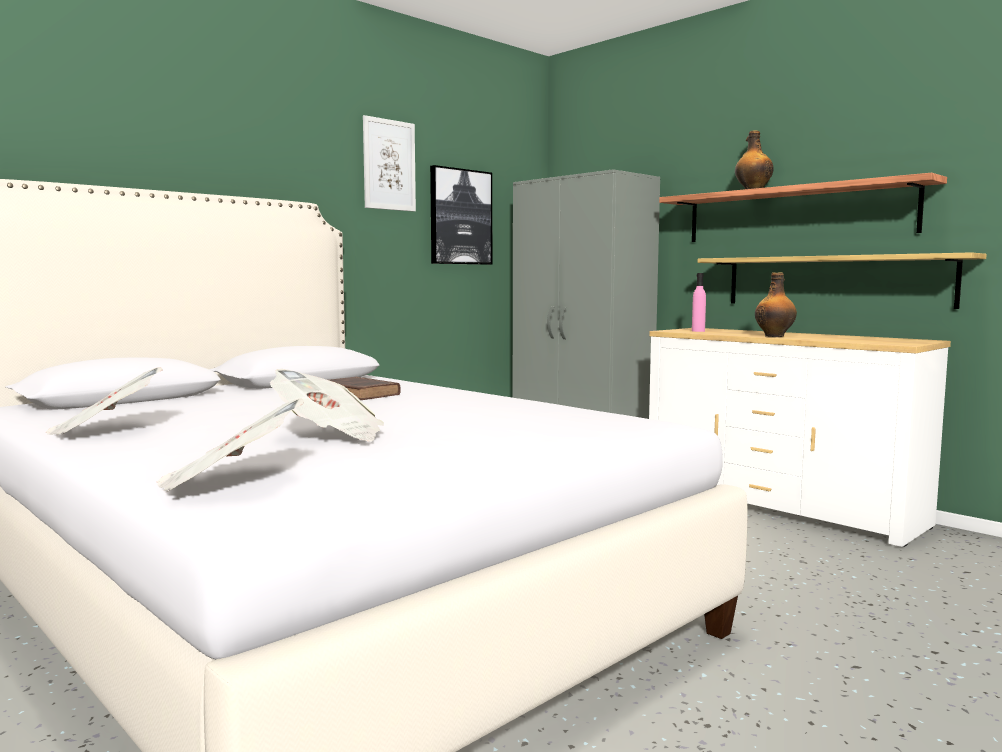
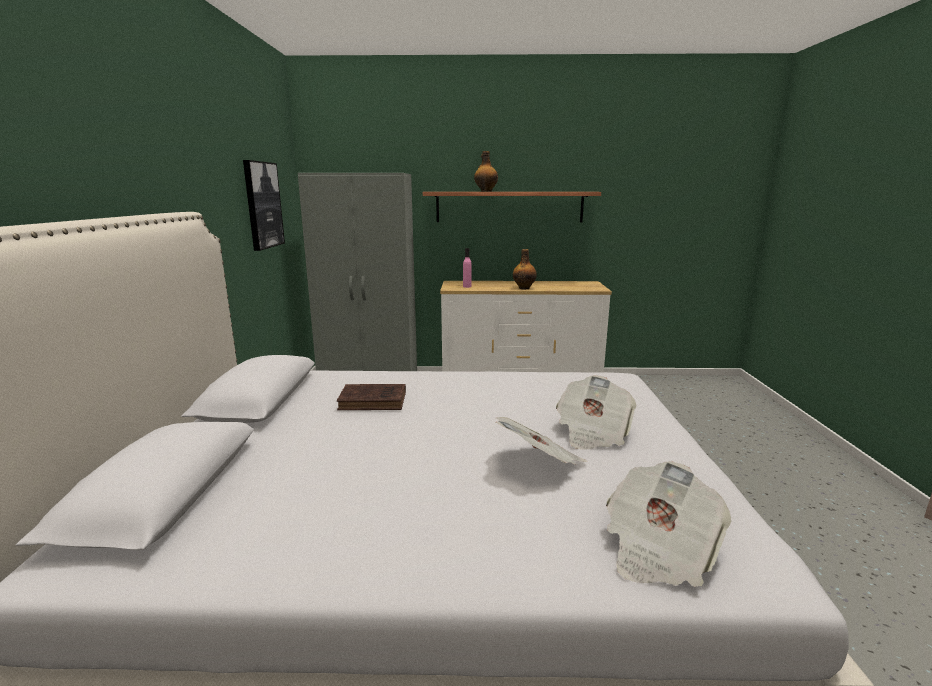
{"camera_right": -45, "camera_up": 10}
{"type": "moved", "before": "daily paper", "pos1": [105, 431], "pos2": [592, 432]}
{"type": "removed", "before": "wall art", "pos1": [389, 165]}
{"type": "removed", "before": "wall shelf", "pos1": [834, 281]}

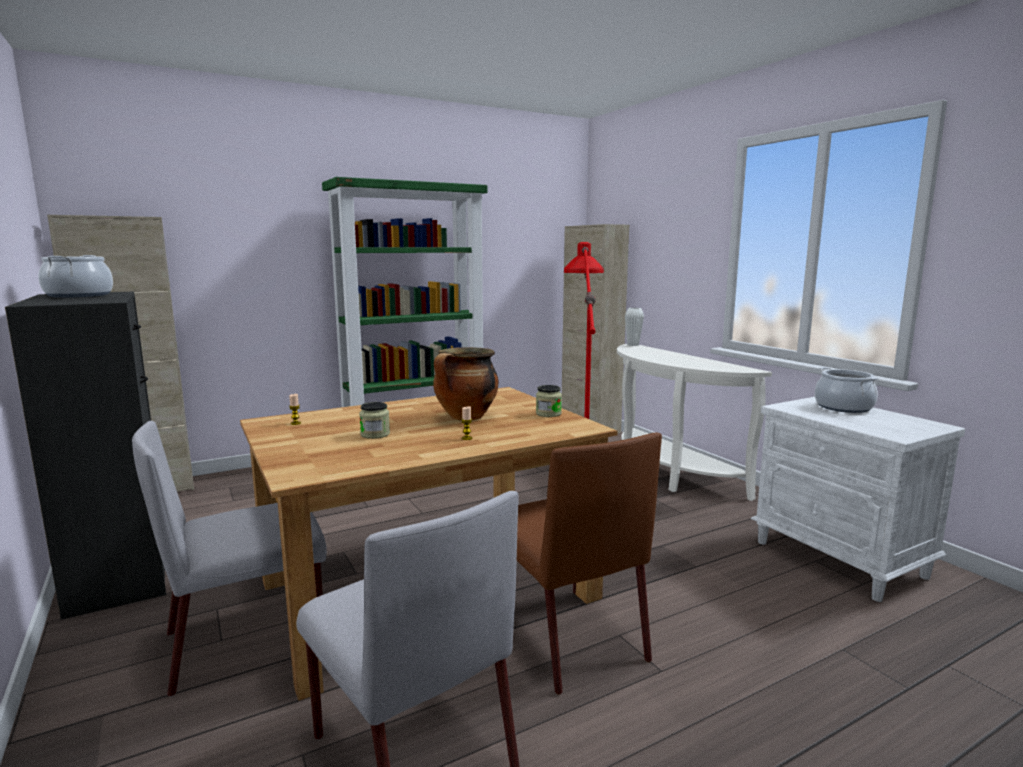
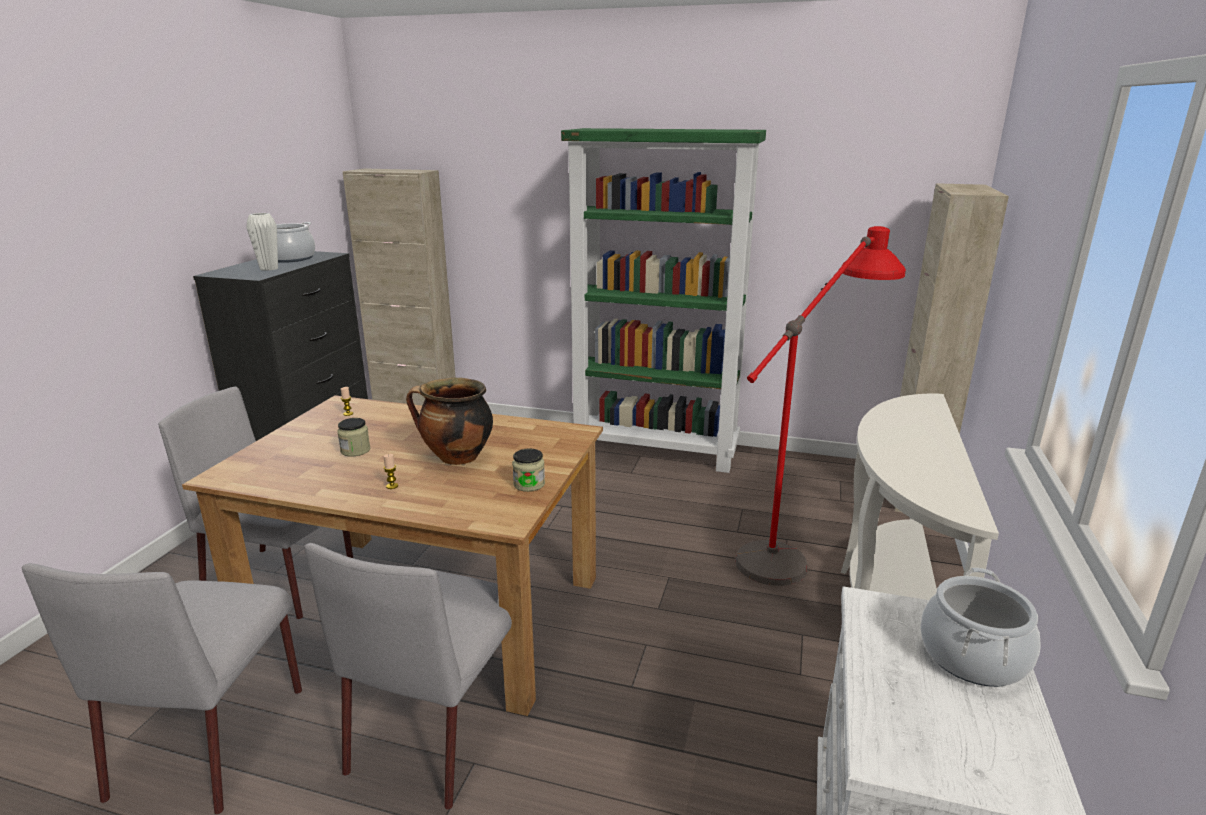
{"camera_right": 45, "camera_up": 10}
{"type": "moved", "before": "white-coloured vase", "pos1": [633, 345], "pos2": [269, 269]}
{"type": "recoloured", "before": "brown-coloured plain chair", "after": "gray plain chair", "pos1": [566, 635], "pos2": [439, 728]}

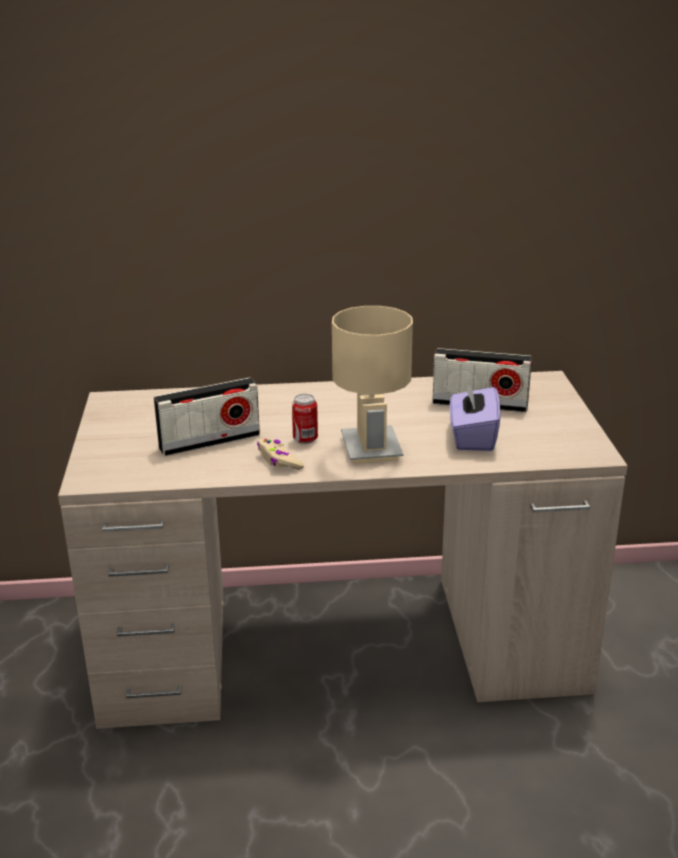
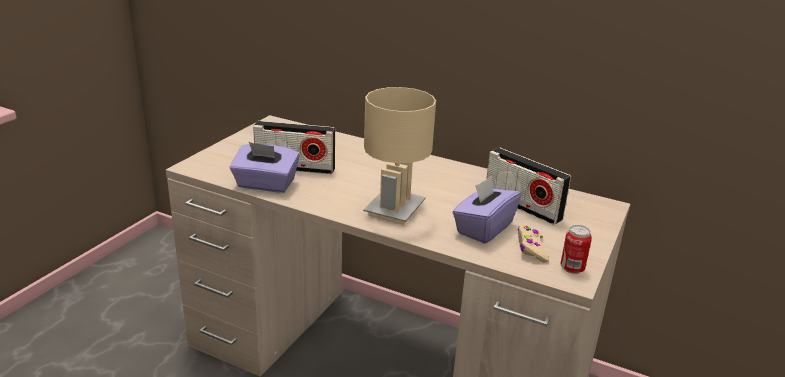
{"camera_right": 30, "camera_up": 0}
{"type": "added", "after": "purplish box of tissues", "pos2": [265, 184]}
{"type": "moved", "before": "beige joypad", "pos1": [279, 461], "pos2": [531, 248]}
{"type": "moved", "before": "sealed can", "pos1": [305, 439], "pos2": [572, 268]}

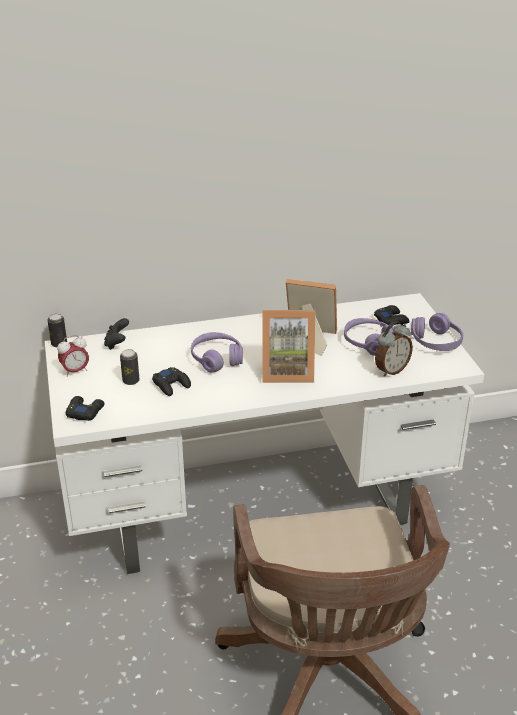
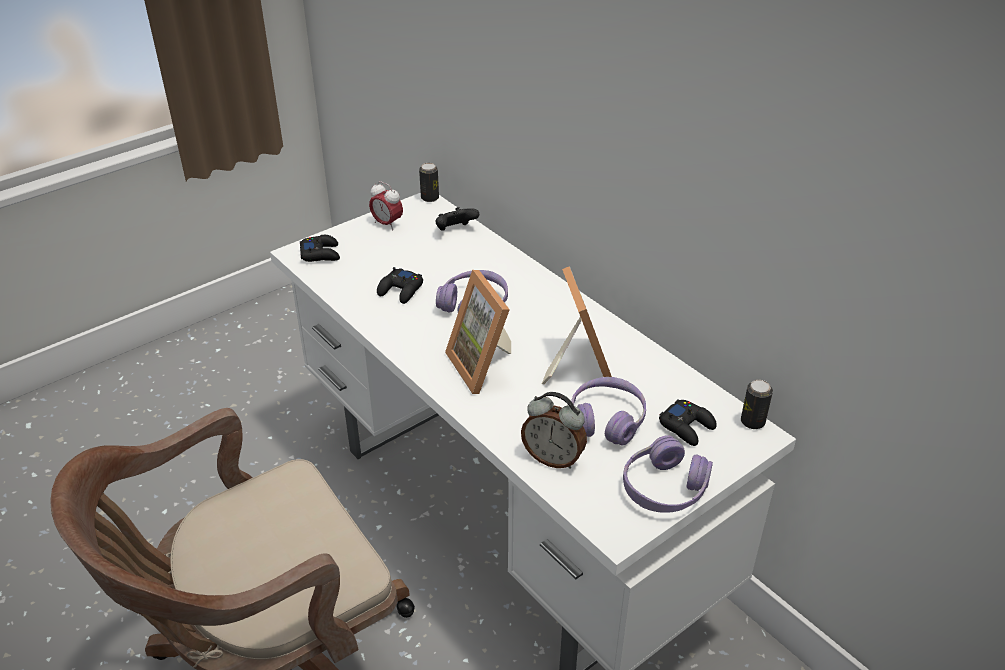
{"camera_right": 65, "camera_up": 5}
{"type": "moved", "before": "sealed can", "pos1": [131, 381], "pos2": [752, 422]}

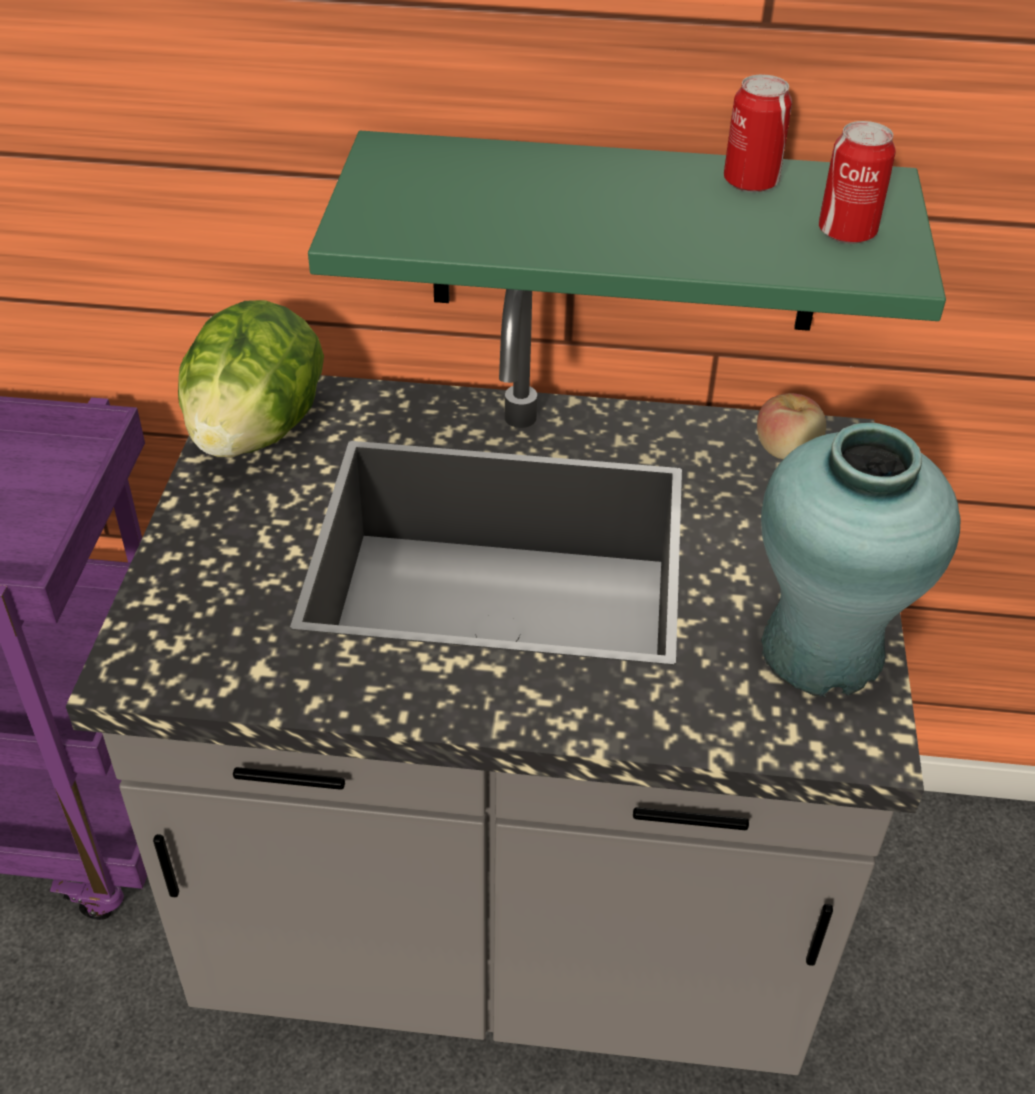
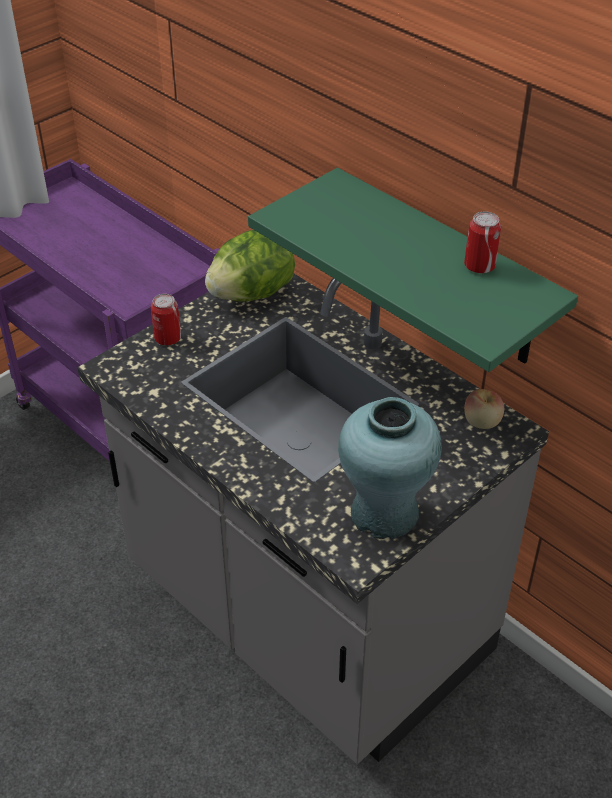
{"camera_right": 40, "camera_up": 0}
{"type": "moved", "before": "sealed can", "pos1": [846, 232], "pos2": [168, 338]}

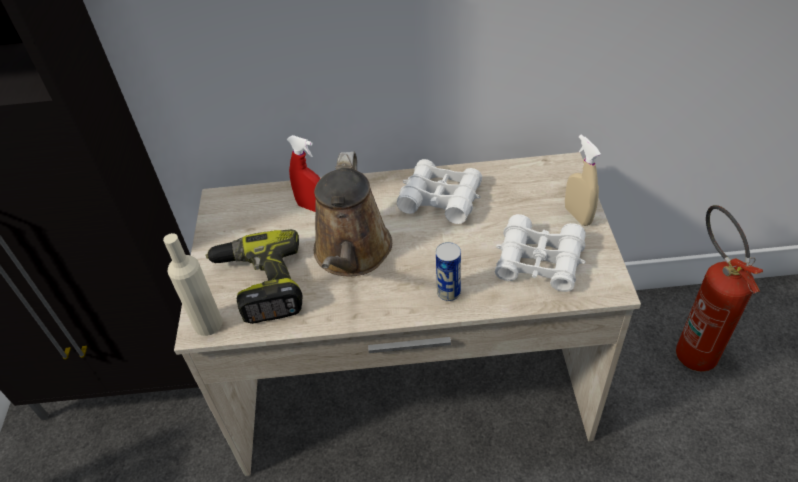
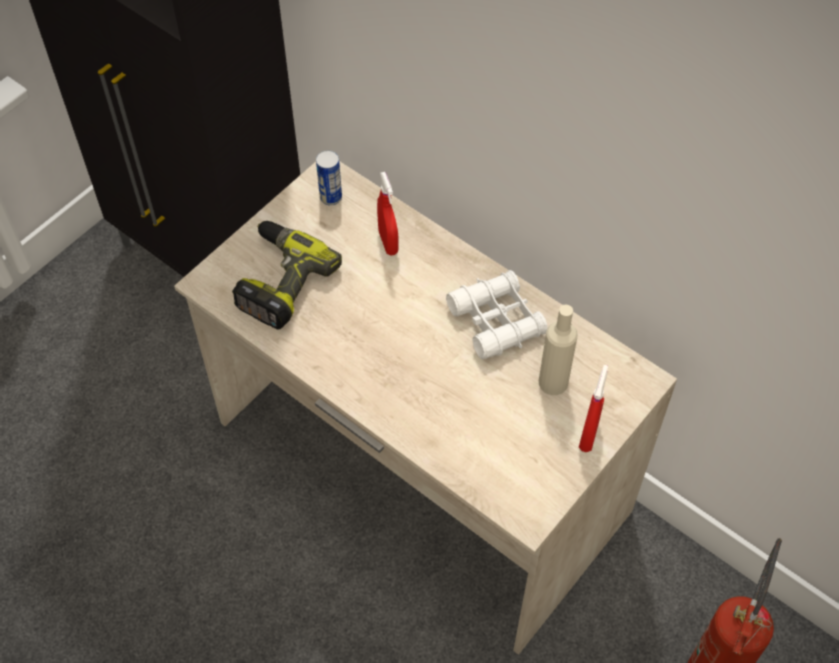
{"camera_right": 40, "camera_up": 10}
{"type": "moved", "before": "sealed can", "pos1": [448, 292], "pos2": [331, 197]}
{"type": "moved", "before": "beige bottle", "pos1": [208, 324], "pos2": [553, 382]}
{"type": "recoloured", "before": "beige sprayer", "after": "red sprayer", "pos1": [577, 215], "pos2": [588, 435]}
{"type": "removed", "before": "brown-coloured watering can", "pos1": [352, 254]}
{"type": "removed", "before": "white-coloured field glasses", "pos1": [539, 261]}

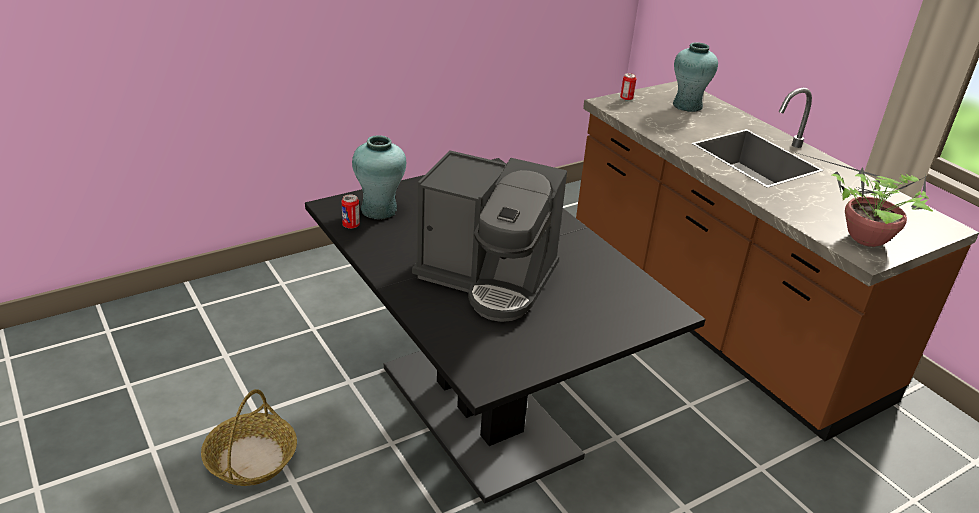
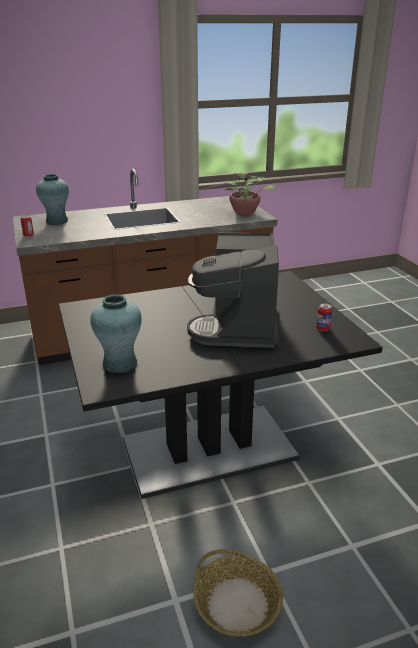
{"camera_right": -75, "camera_up": -5}
{"type": "turned", "before": "coffee brewer", "pos1": [488, 278], "pos2": [239, 327], "turn": 150}
{"type": "moved", "before": "sealed can", "pos1": [351, 225], "pos2": [322, 329]}

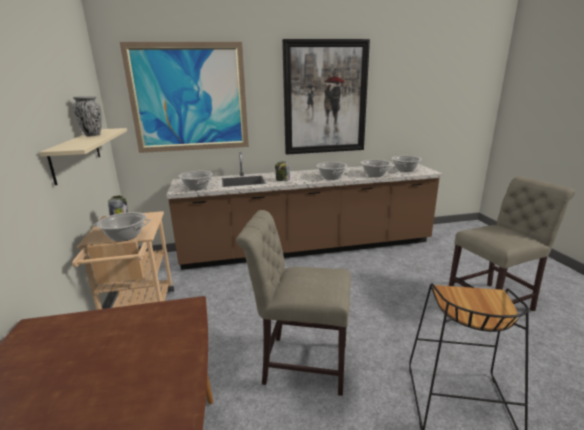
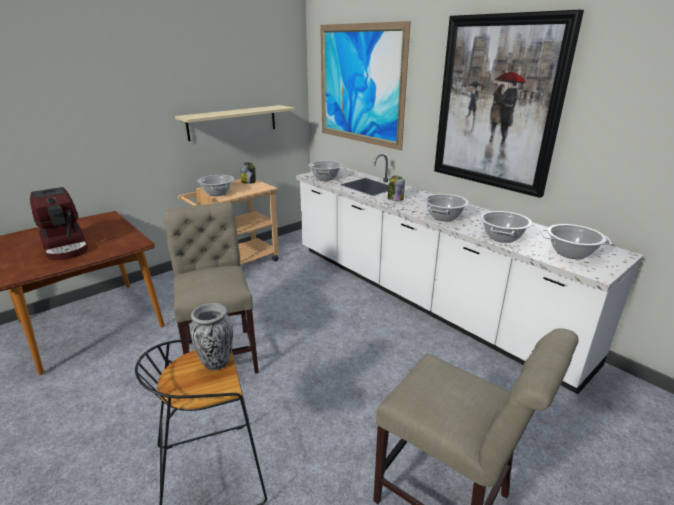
{"camera_right": 60, "camera_up": 5}
{"type": "added", "after": "coffee brewer", "pos2": [66, 247]}
{"type": "moved", "before": "vase", "pos1": [92, 135], "pos2": [216, 362]}
{"type": "recoloured", "before": "brown-coloured kitchen counter", "after": "white-coloured kitchen counter", "pos1": [308, 248], "pos2": [420, 298]}

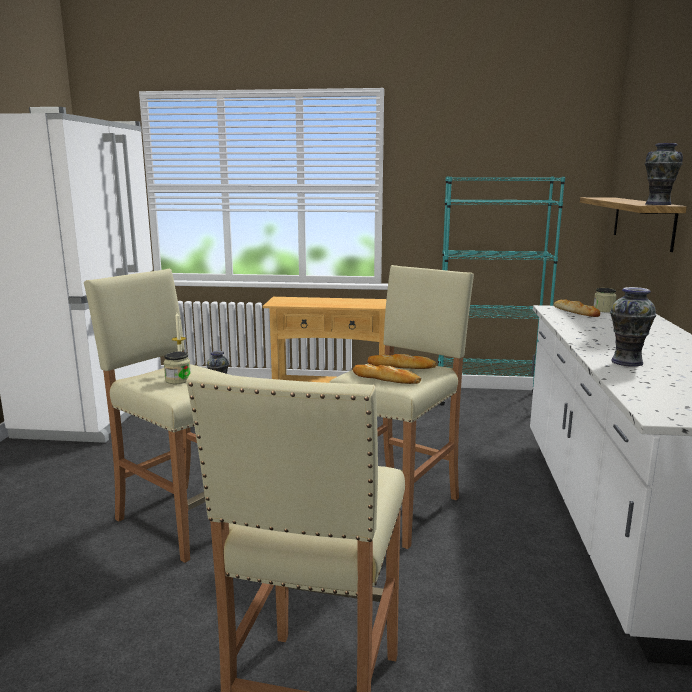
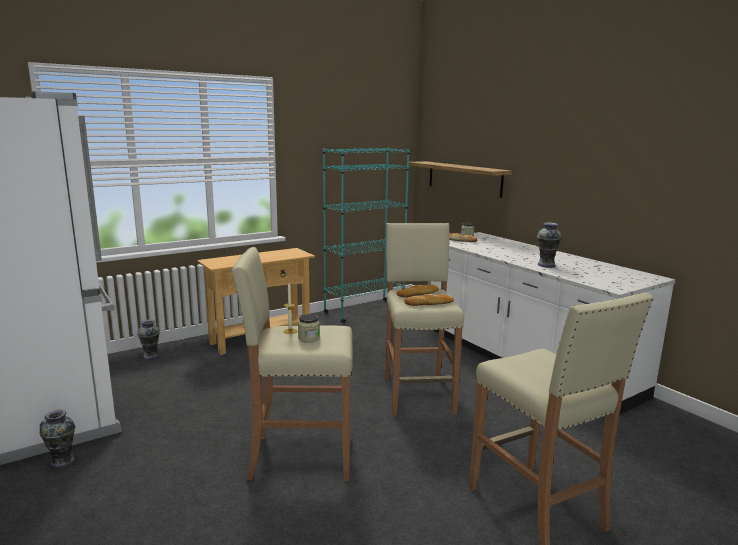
{"camera_right": -40, "camera_up": 0}
{"type": "moved", "before": "vase", "pos1": [658, 204], "pos2": [62, 462]}

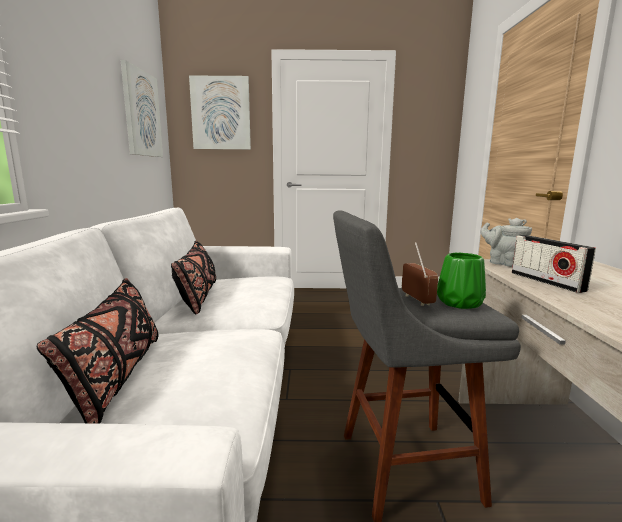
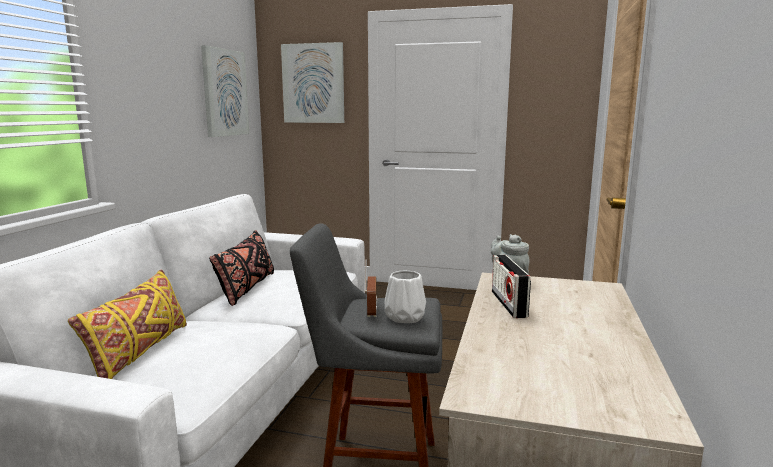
{"camera_right": 15, "camera_up": 0}
{"type": "recoloured", "before": "blackish pillow", "after": "yellow-coloured pillow", "pos1": [117, 376], "pos2": [139, 352]}
{"type": "recoloured", "before": "green vase", "after": "white-coloured vase", "pos1": [460, 303], "pos2": [406, 317]}

